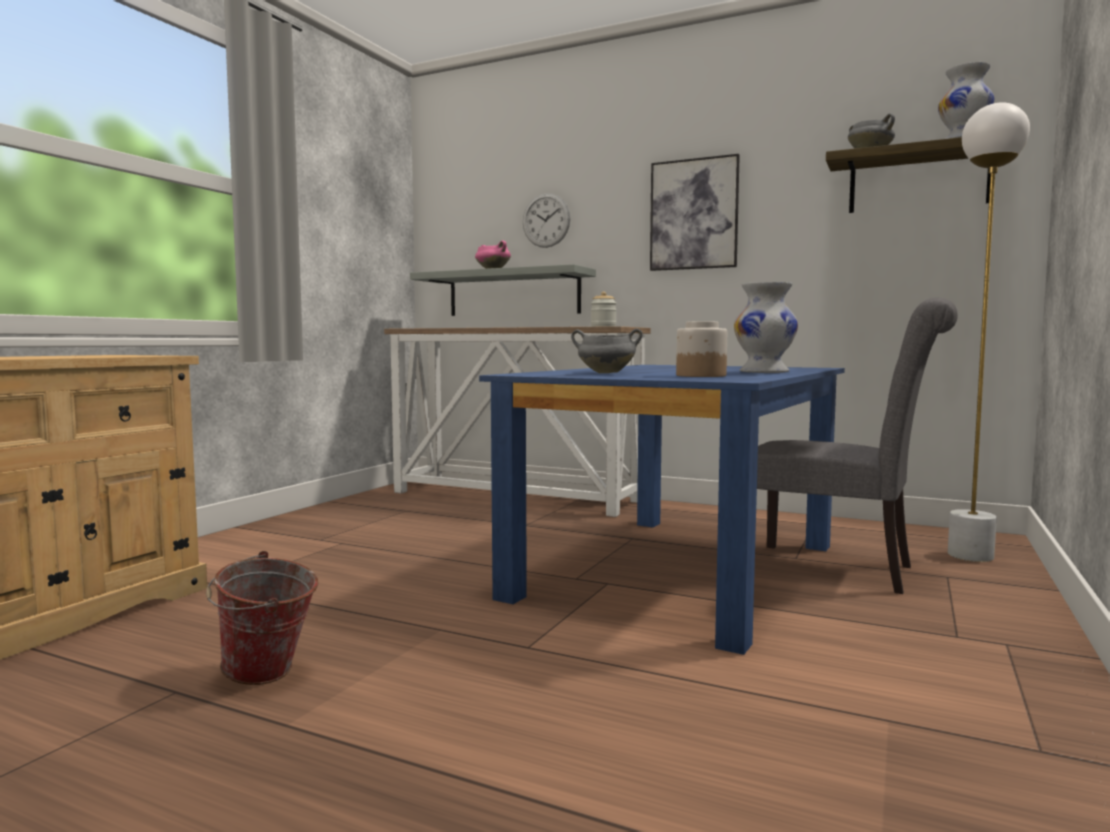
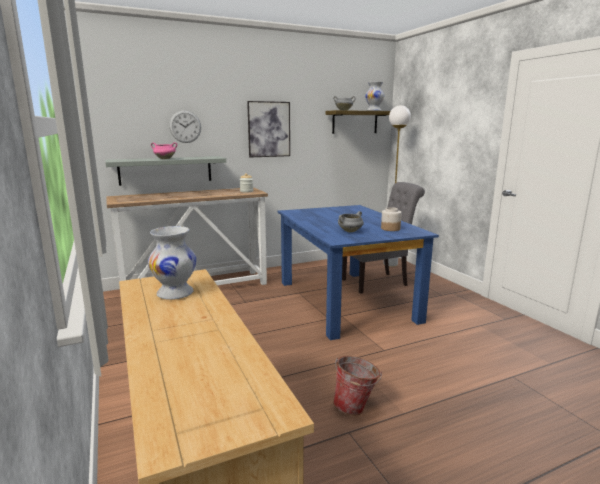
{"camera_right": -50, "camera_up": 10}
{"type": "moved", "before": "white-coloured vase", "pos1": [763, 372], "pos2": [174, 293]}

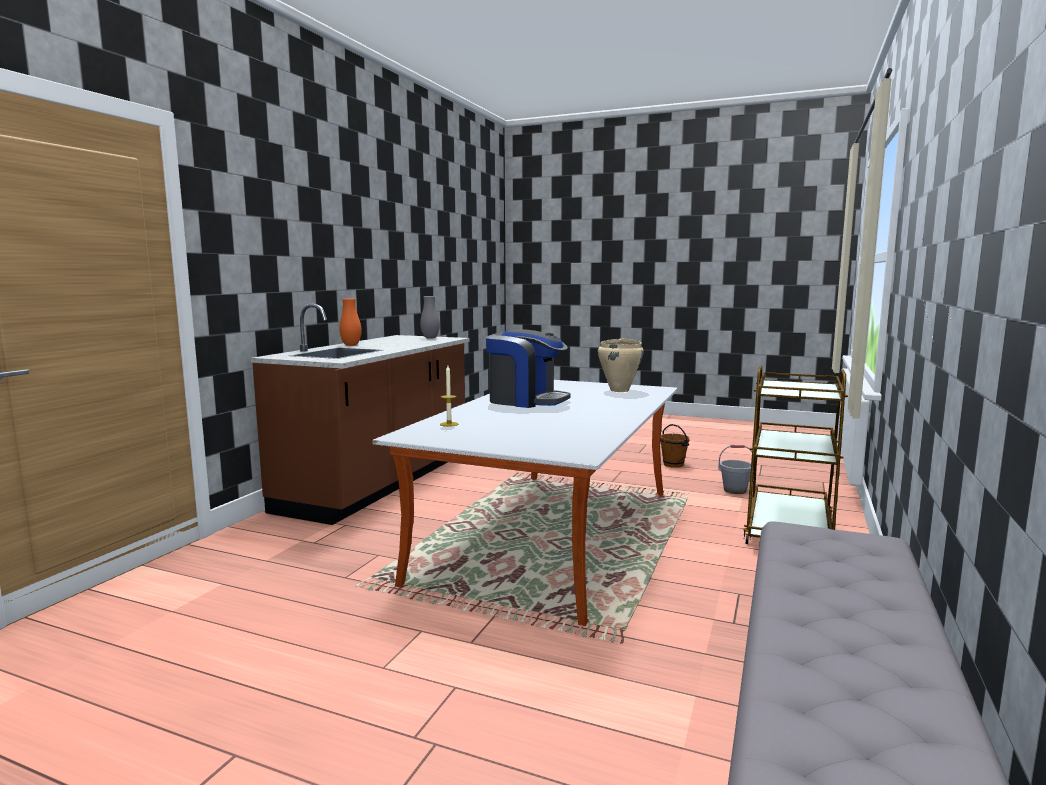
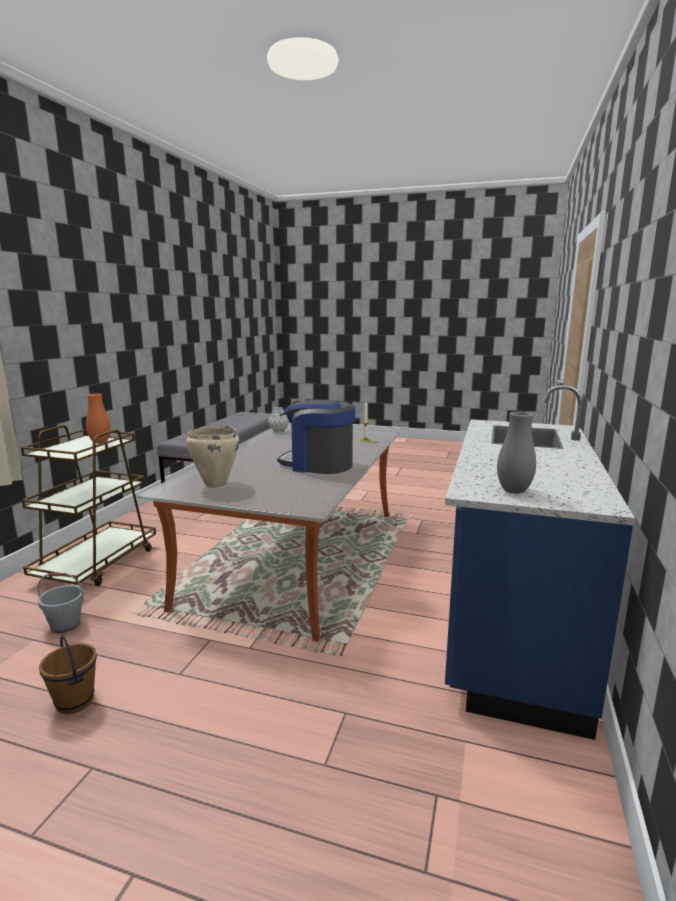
{"camera_right": 175, "camera_up": 5}
{"type": "moved", "before": "orange-coloured vase", "pos1": [351, 345], "pos2": [100, 442]}
{"type": "added", "after": "gray vase", "pos2": [278, 431]}
{"type": "recoloured", "before": "brown-coloured kitchen counter", "after": "blue-coloured kitchen counter", "pos1": [380, 483], "pos2": [510, 621]}

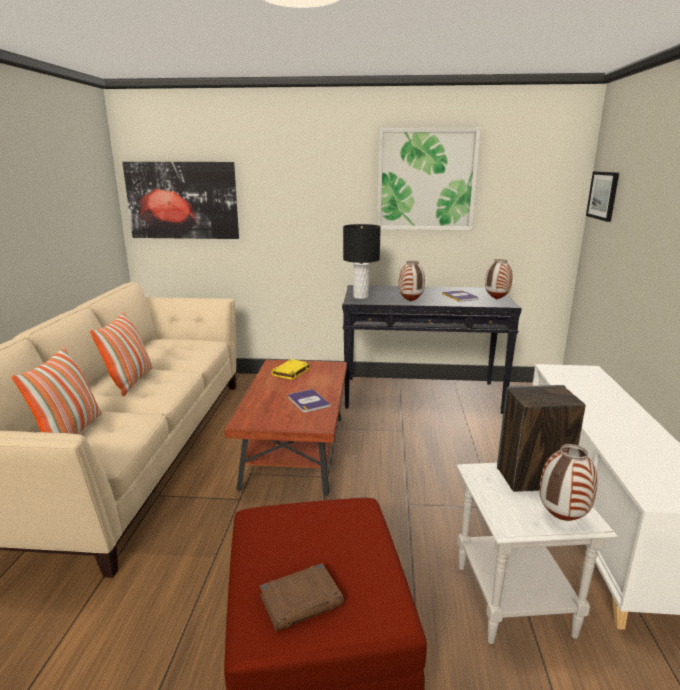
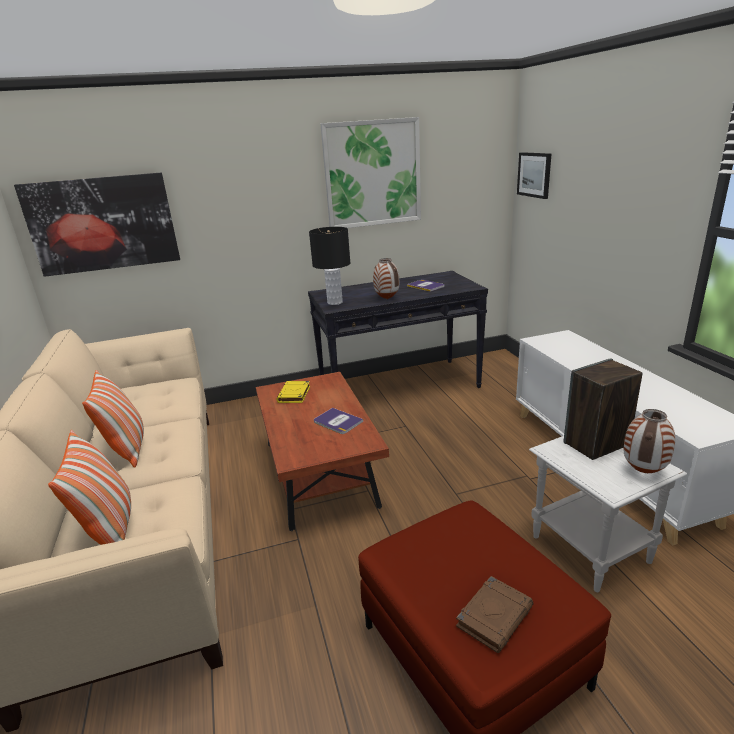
{"camera_right": -20, "camera_up": 5}
{"type": "removed", "before": "vase", "pos1": [496, 299]}

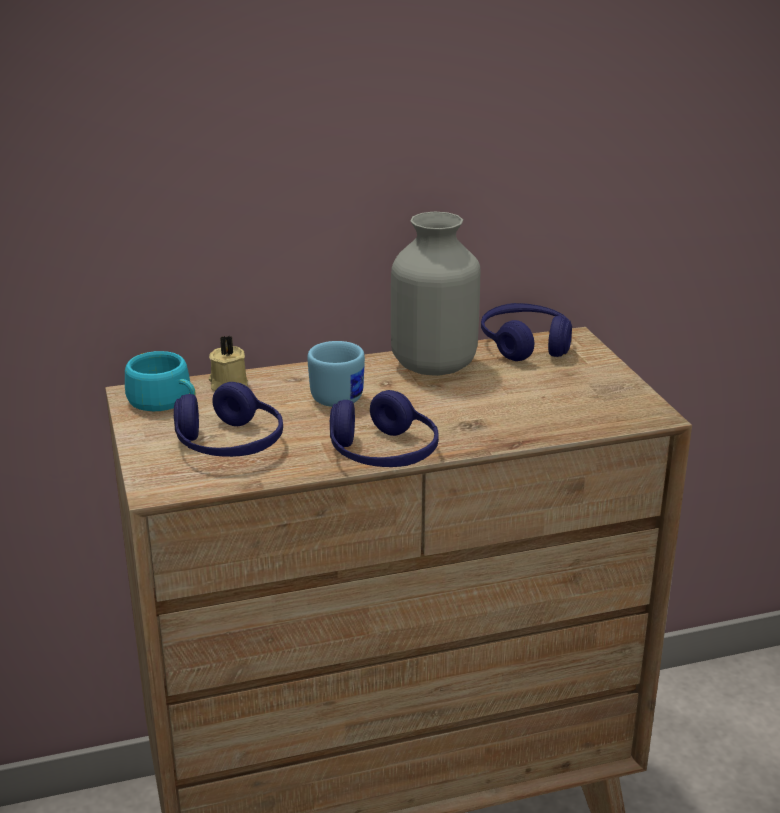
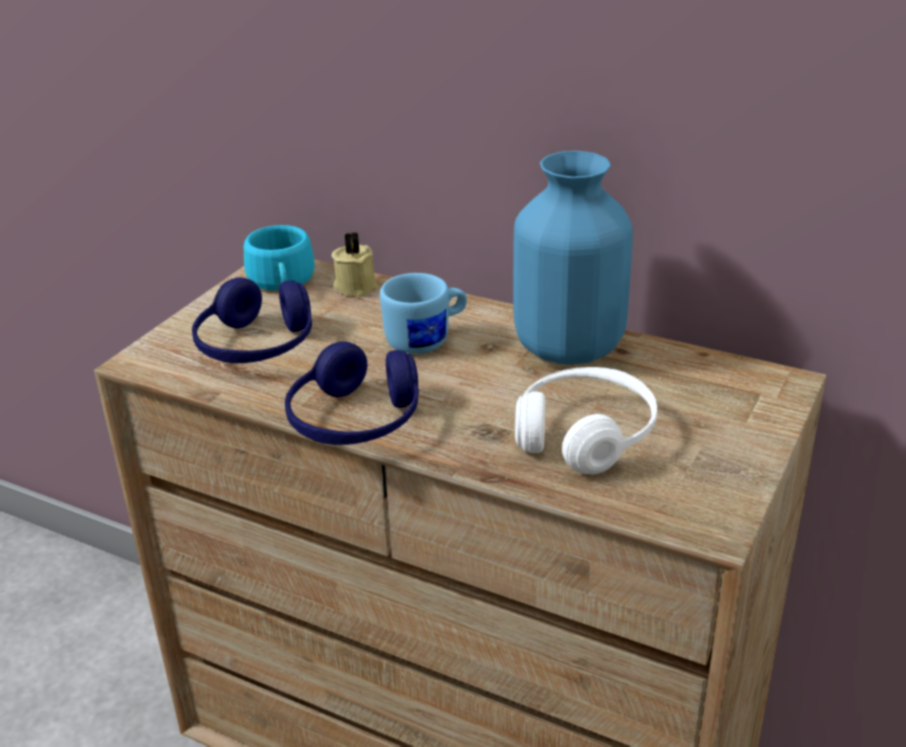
{"camera_right": 45, "camera_up": 5}
{"type": "recoloured", "before": "gray vase", "after": "blue-coloured vase", "pos1": [433, 366], "pos2": [567, 348]}
{"type": "added", "after": "white-coloured headphones", "pos2": [584, 435]}
{"type": "removed", "before": "blue-coloured headphones", "pos1": [525, 344]}

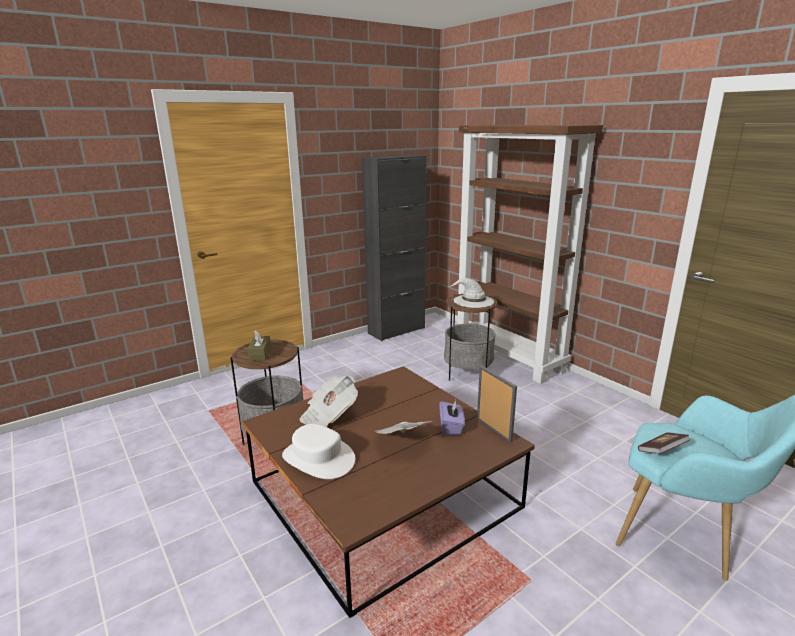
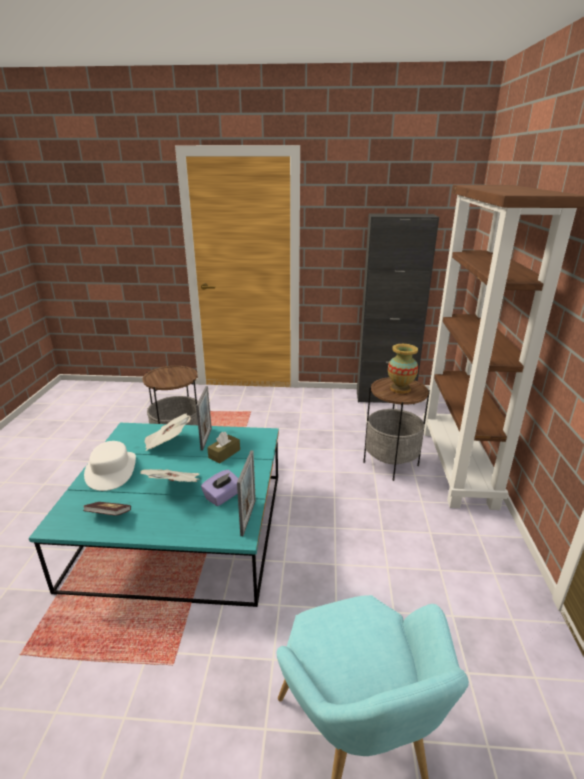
{"camera_right": 40, "camera_up": 5}
{"type": "recoloured", "before": "brown-coloured low table", "after": "blue-green low table", "pos1": [383, 494], "pos2": [182, 527]}
{"type": "moved", "before": "bound book", "pos1": [661, 451], "pos2": [108, 515]}
{"type": "added", "after": "picture frame", "pos2": [206, 439]}
{"type": "moved", "before": "brown-coloured box of tissues", "pos1": [260, 354], "pos2": [224, 454]}
{"type": "replaced", "before": "white-coloured clothing hat", "after": "vase", "pos1": [473, 301], "pos2": [400, 389]}

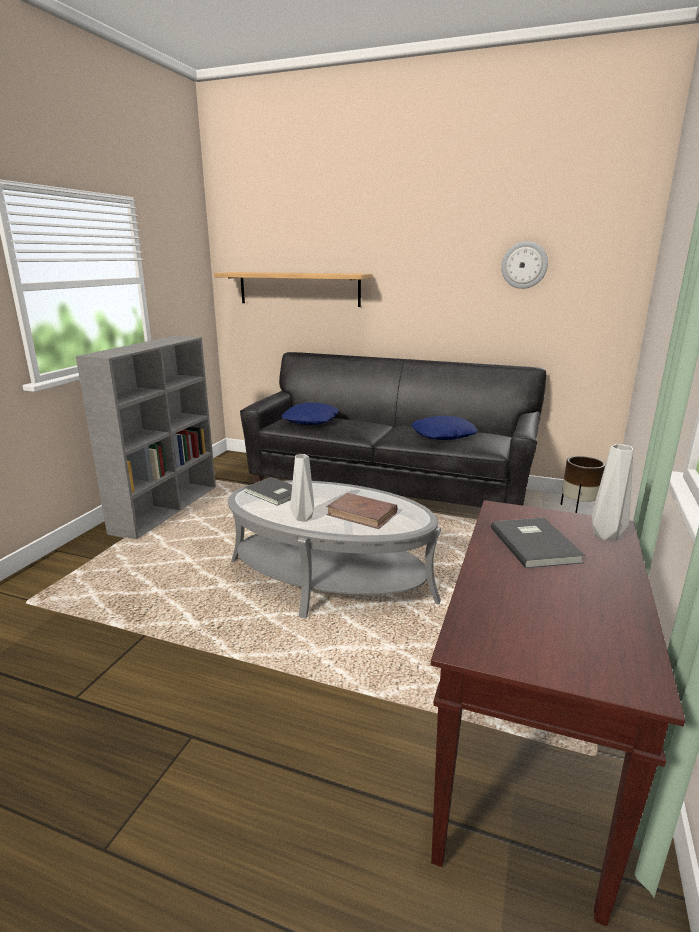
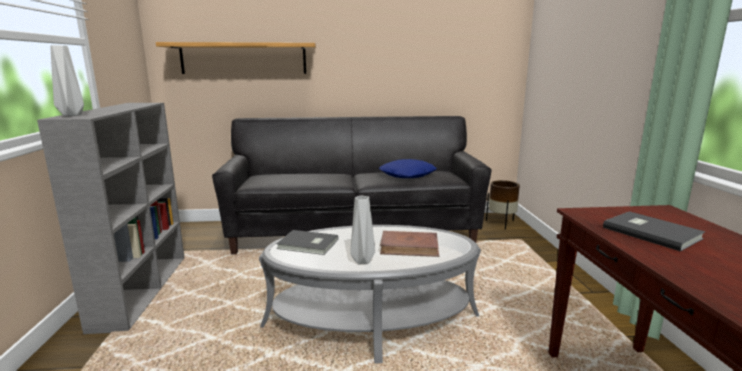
{"camera_right": -25, "camera_up": -5}
{"type": "moved", "before": "gray vase", "pos1": [606, 536], "pos2": [71, 115]}
{"type": "removed", "before": "blue-coloured pillow", "pos1": [311, 420]}
{"type": "removed", "before": "wall clock", "pos1": [524, 265]}

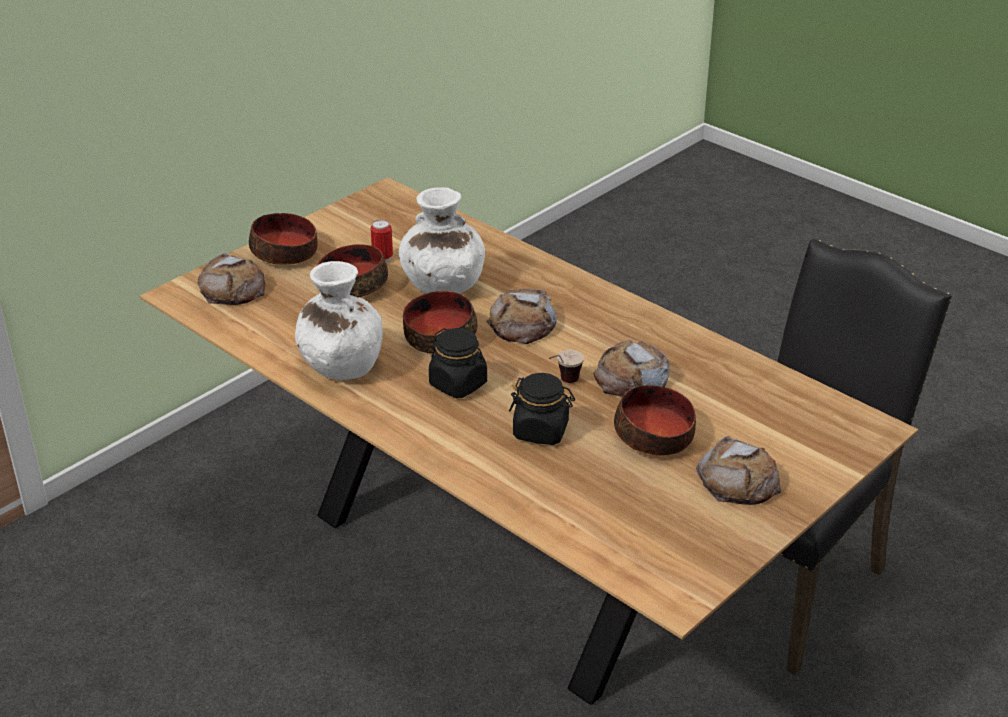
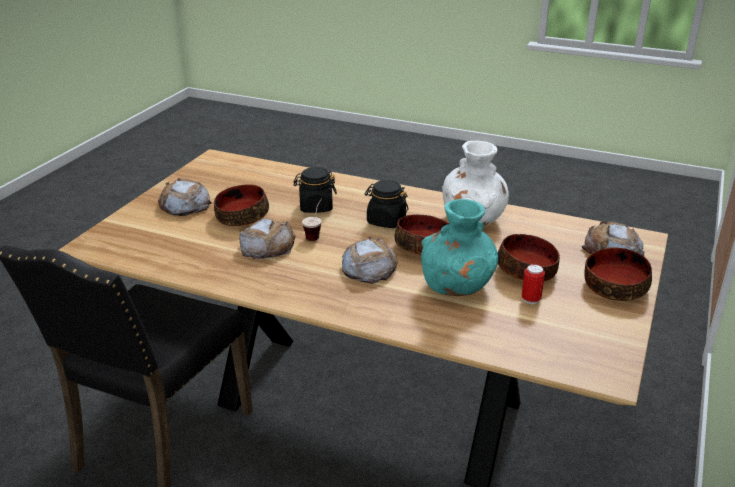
{"camera_right": 160, "camera_up": -5}
{"type": "recoloured", "before": "white-coloured vase", "after": "blue-green vase", "pos1": [442, 285], "pos2": [457, 286]}

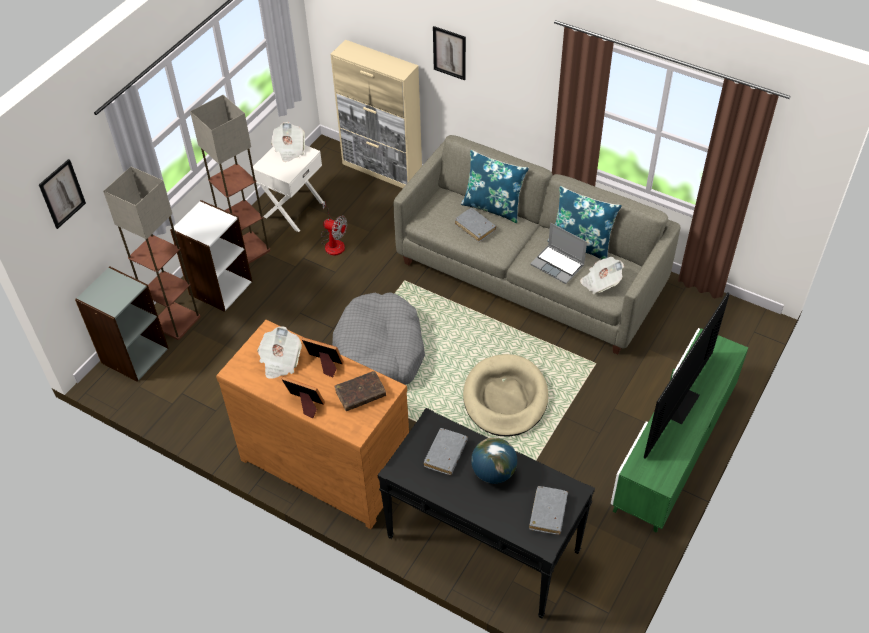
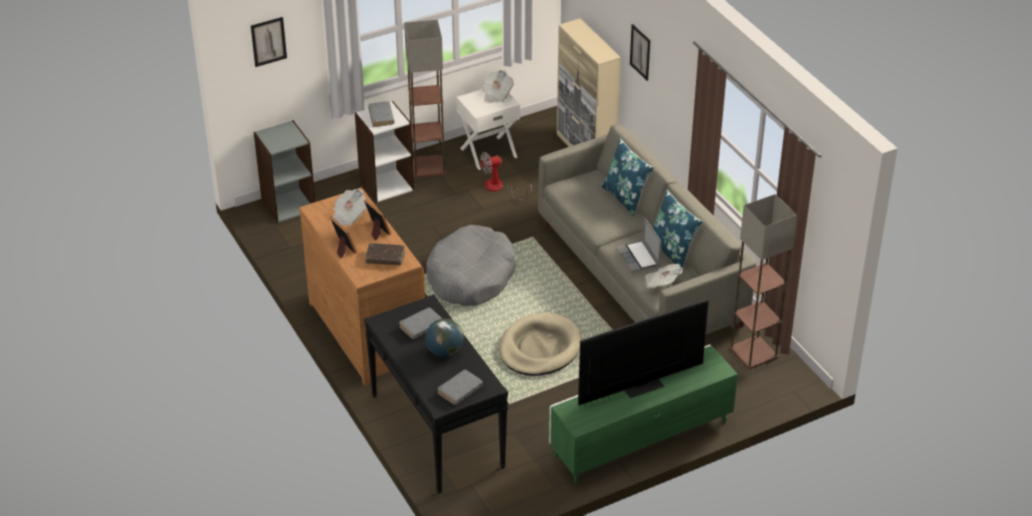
{"camera_right": 30, "camera_up": -10}
{"type": "moved", "before": "gray bound book", "pos1": [475, 227], "pos2": [381, 117]}
{"type": "turned", "before": "electric fan", "pos1": [333, 242], "pos2": [500, 188], "turn": 105}
{"type": "moved", "before": "standing lamp", "pos1": [176, 321], "pos2": [754, 353]}

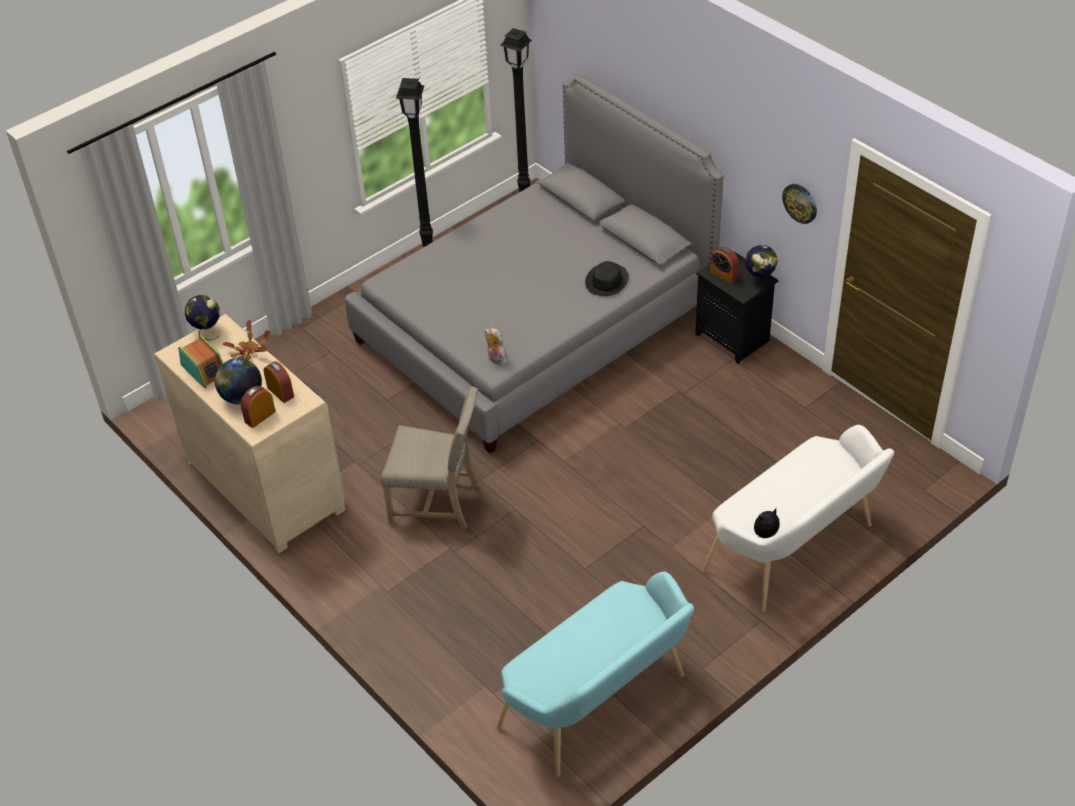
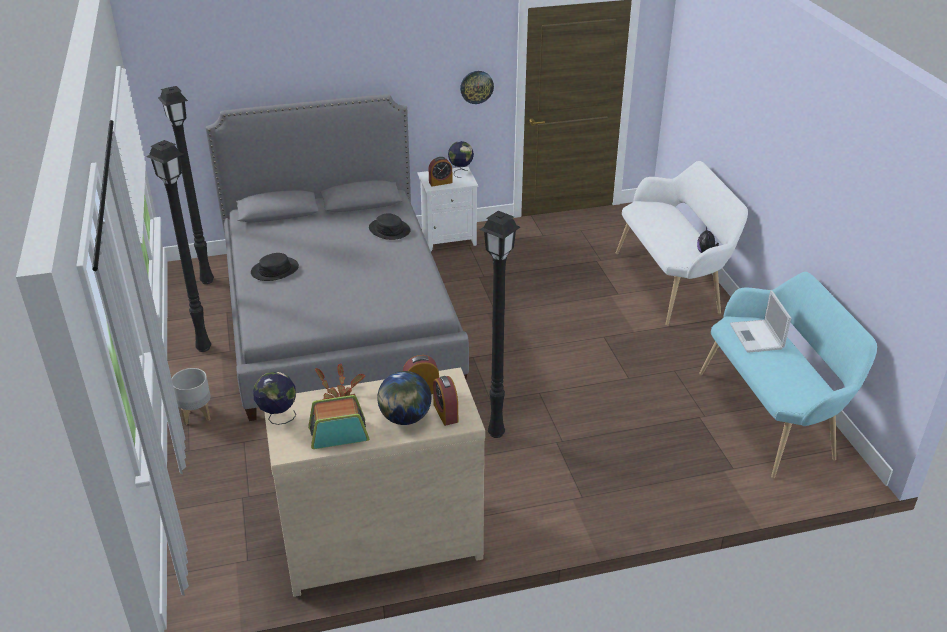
{"camera_right": -65, "camera_up": -10}
{"type": "added", "after": "gray plant pot", "pos2": [196, 415]}
{"type": "added", "after": "blackish clothing hat", "pos2": [274, 270]}
{"type": "recoloured", "before": "blackish nightstand", "after": "white-coloured nightstand", "pos1": [734, 338], "pos2": [449, 238]}
{"type": "replaced", "before": "beige plain chair", "after": "blackish standing lamp", "pos1": [437, 502], "pos2": [497, 433]}
{"type": "added", "after": "laptop", "pos2": [757, 337]}
{"type": "removed", "before": "cuddly toy", "pos1": [495, 359]}

